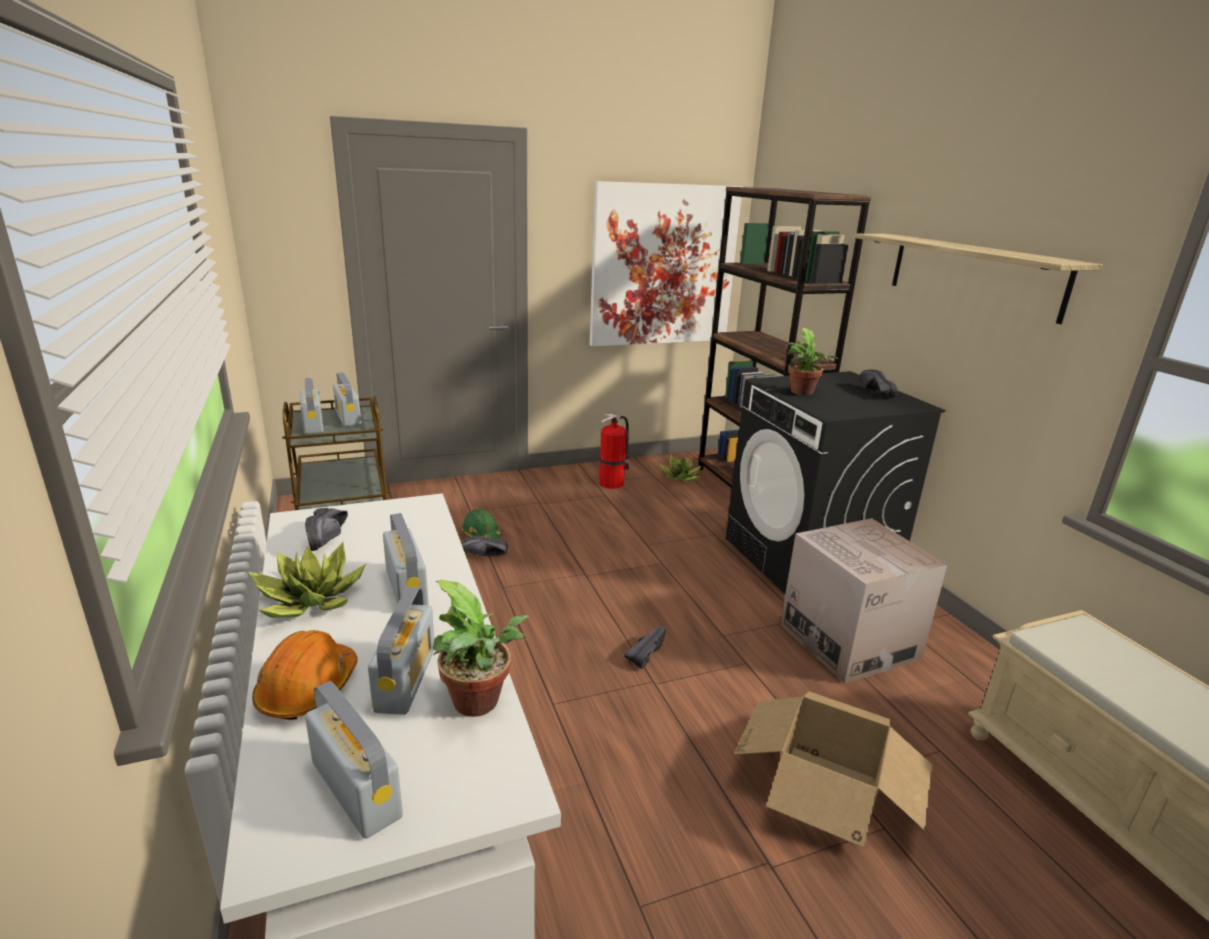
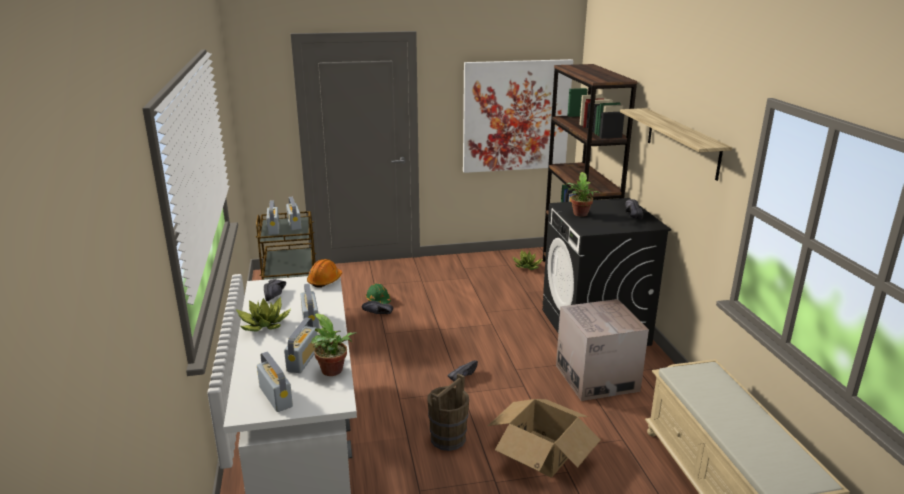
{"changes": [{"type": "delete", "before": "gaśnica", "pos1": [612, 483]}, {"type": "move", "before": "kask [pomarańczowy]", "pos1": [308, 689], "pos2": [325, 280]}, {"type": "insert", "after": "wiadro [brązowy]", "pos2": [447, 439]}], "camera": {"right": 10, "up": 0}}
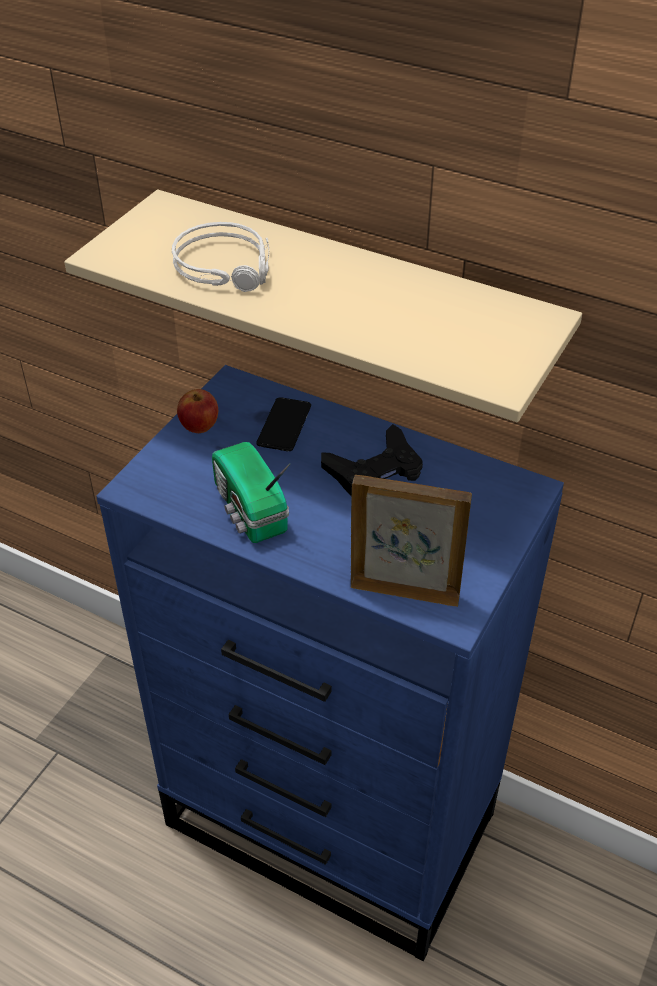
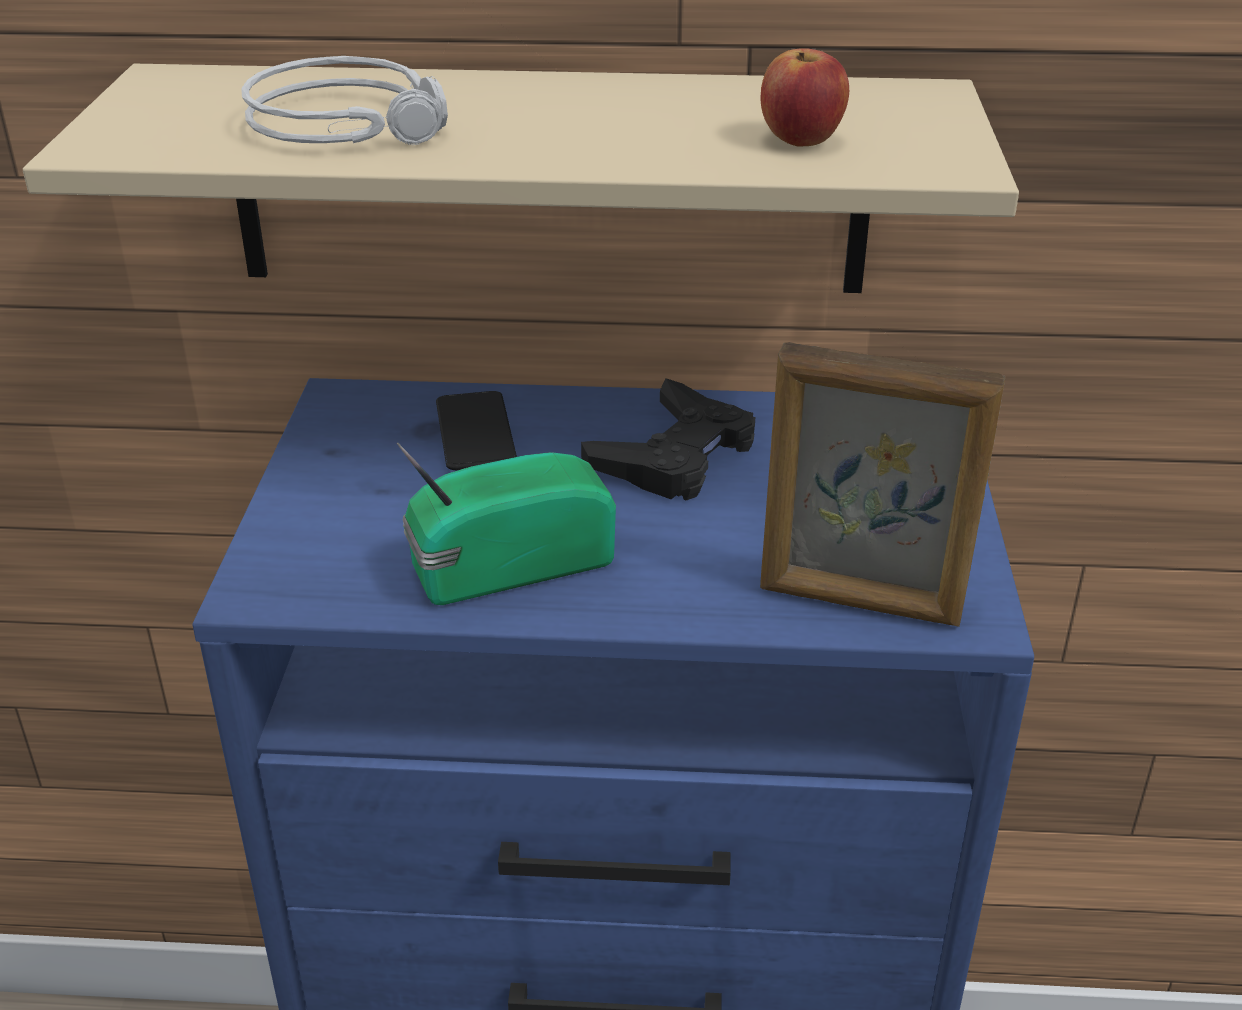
{"changes": [{"type": "move", "before": "jabłko", "pos1": [200, 427], "pos2": [801, 140]}, {"type": "rotate", "before": "radio", "pos1": [249, 511], "pos2": [505, 565], "turn": 120}, {"type": "rotate", "before": "ramka na zdjęcie", "pos1": [404, 590], "pos2": [860, 603], "turn": -150}], "camera": {"right": -25, "up": -10}}
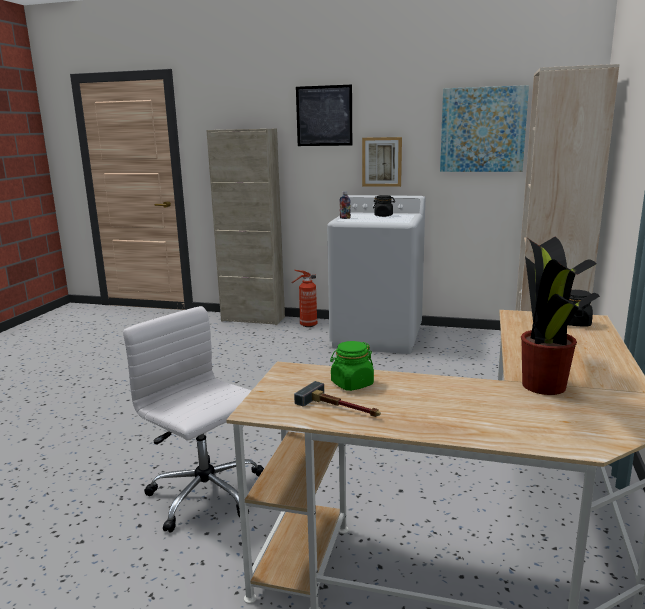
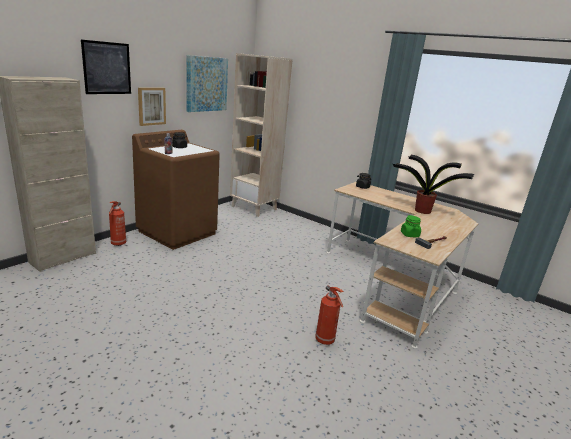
{"changes": [{"type": "recolor", "before": "pralka [biały]", "after": "pralka [brązowy]", "pos1": [378, 337], "pos2": [178, 232]}, {"type": "replace", "before": "krzesło biurowe [biały]", "after": "gaśnica", "pos1": [207, 495], "pos2": [325, 341]}], "camera": {"right": -70, "up": 5}}
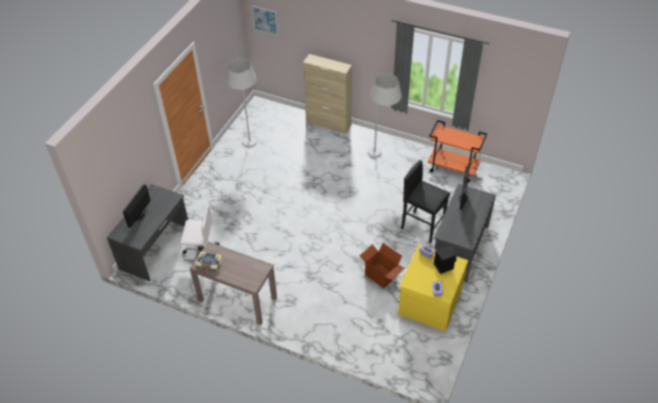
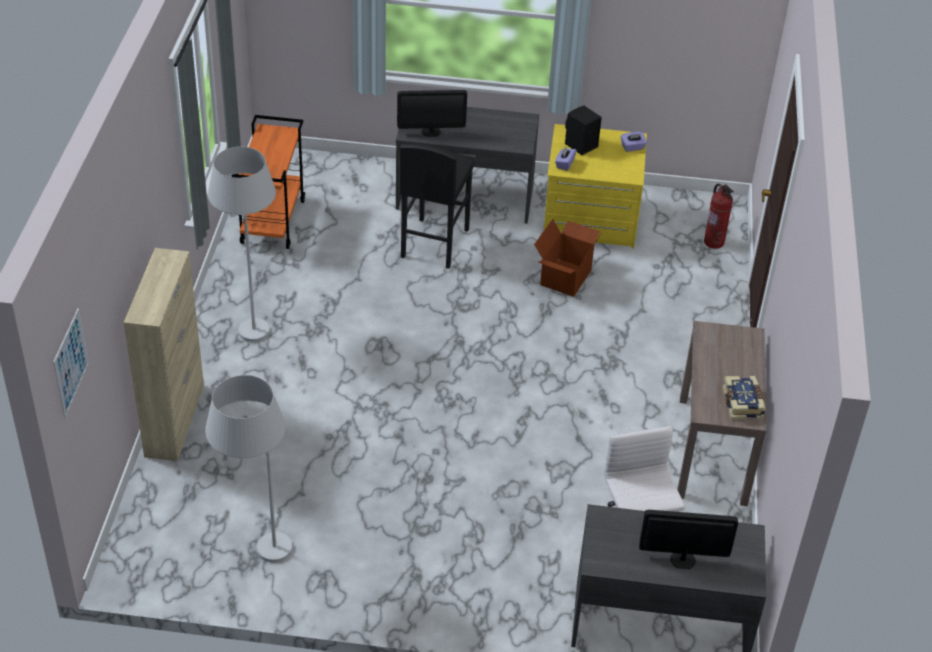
{"changes": [{"type": "insert", "after": "gaśnica", "pos2": [714, 242]}], "camera": {"right": -110, "up": -5}}
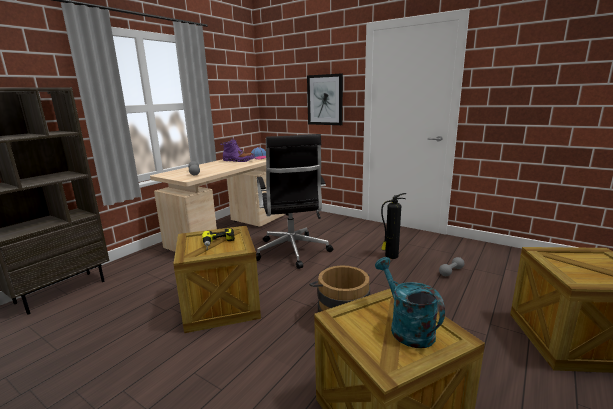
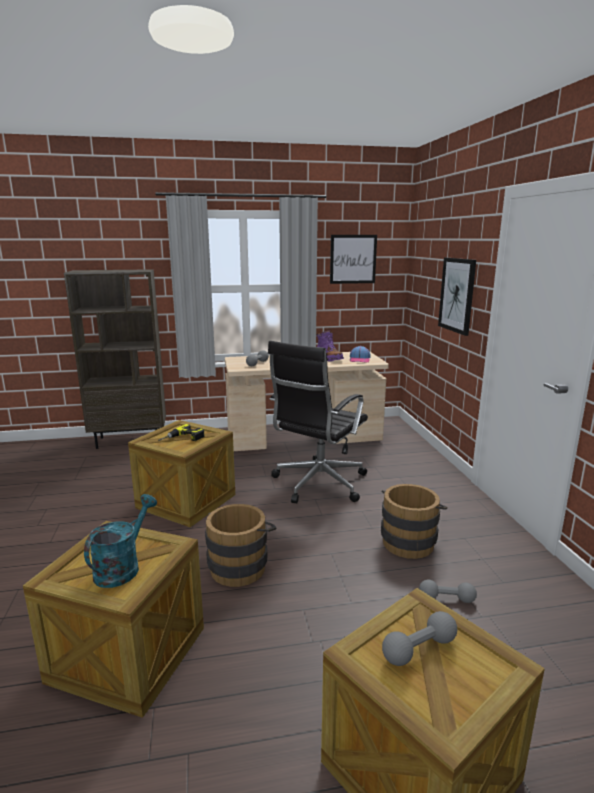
{"changes": [{"type": "replace", "before": "gaśnica", "after": "wiadro [brązowy]", "pos1": [390, 256], "pos2": [409, 540]}, {"type": "insert", "after": "obraz", "pos2": [353, 259]}, {"type": "insert", "after": "hantel [szary]", "pos2": [419, 649]}], "camera": {"right": 45, "up": 0}}
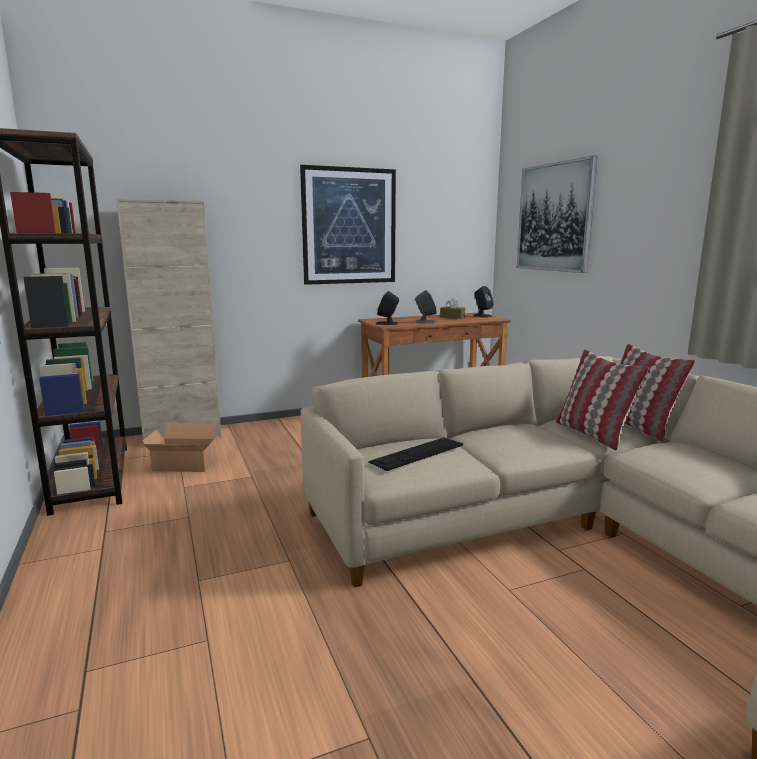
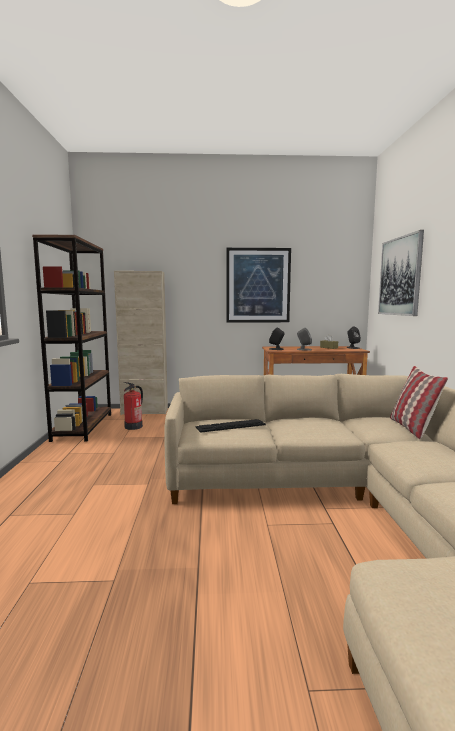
{"changes": [{"type": "delete", "before": "poduszka", "pos1": [593, 434]}, {"type": "replace", "before": "karton", "after": "gaśnica", "pos1": [185, 465], "pos2": [134, 426]}], "camera": {"right": 20, "up": -5}}
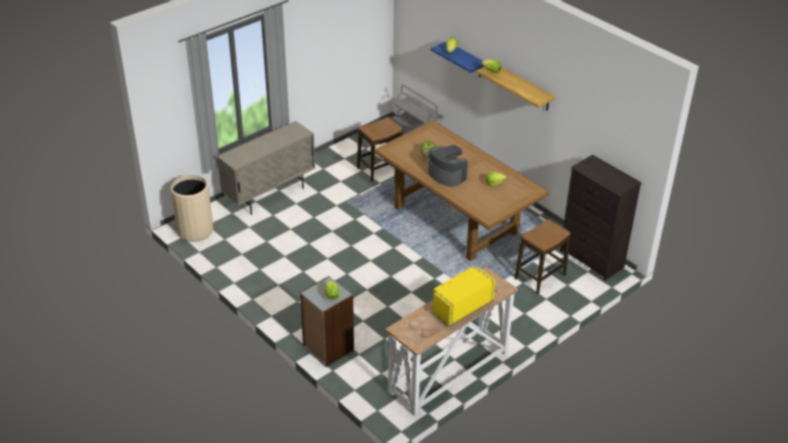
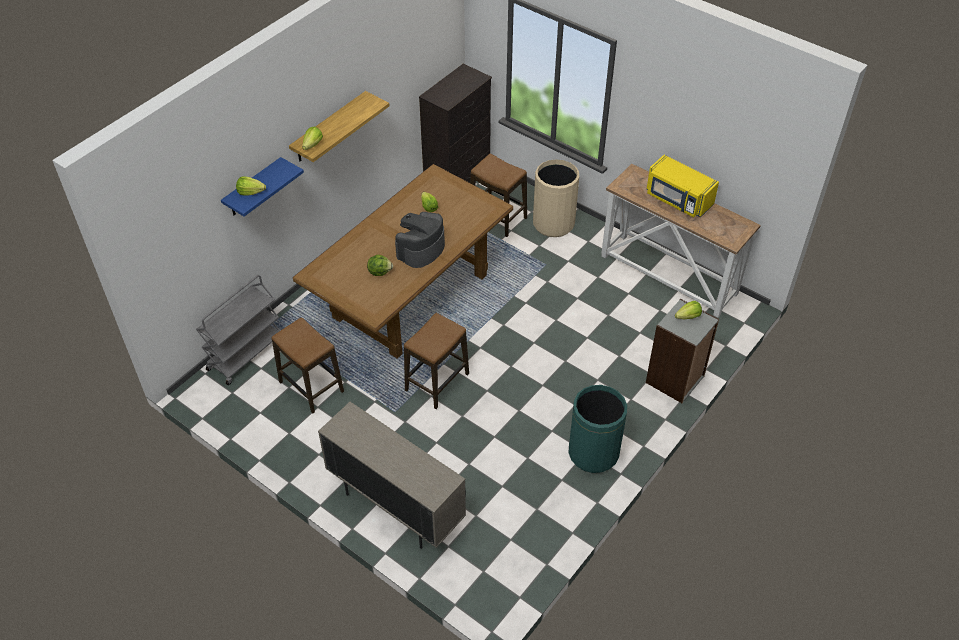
{"changes": [{"type": "move", "before": "kosz na śmieci [beżowy]", "pos1": [195, 231], "pos2": [553, 223]}, {"type": "insert", "after": "stołek", "pos2": [437, 382]}, {"type": "insert", "after": "kosz na śmieci [zielony]", "pos2": [593, 453]}], "camera": {"right": -100, "up": 10}}
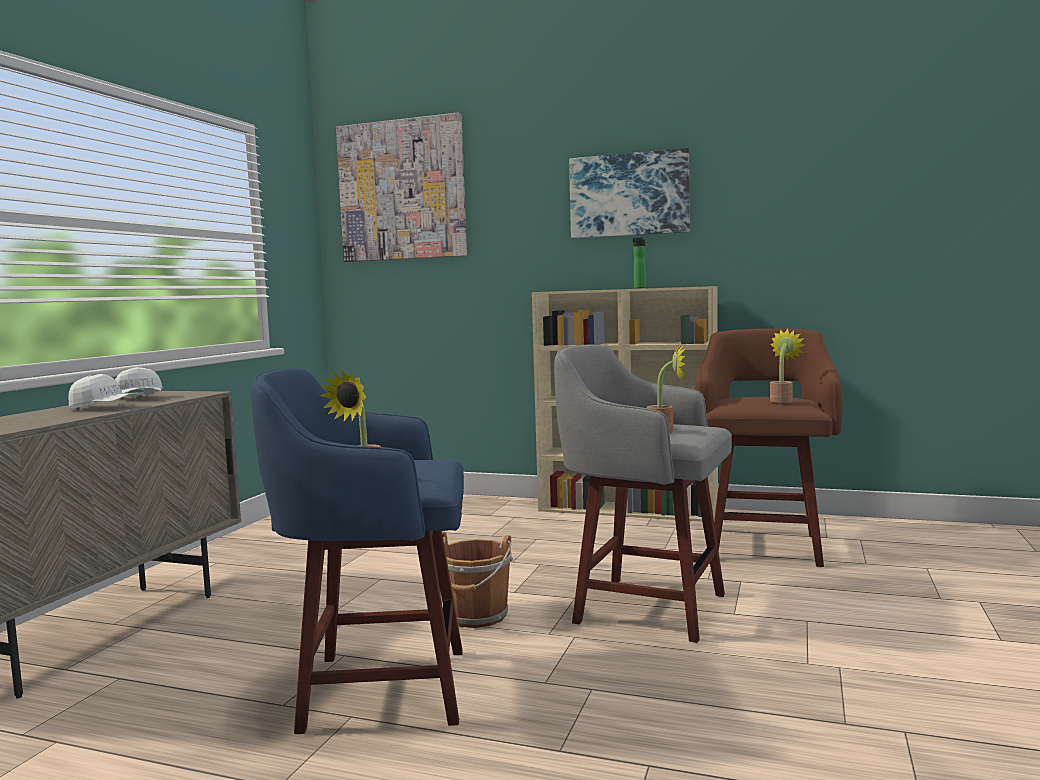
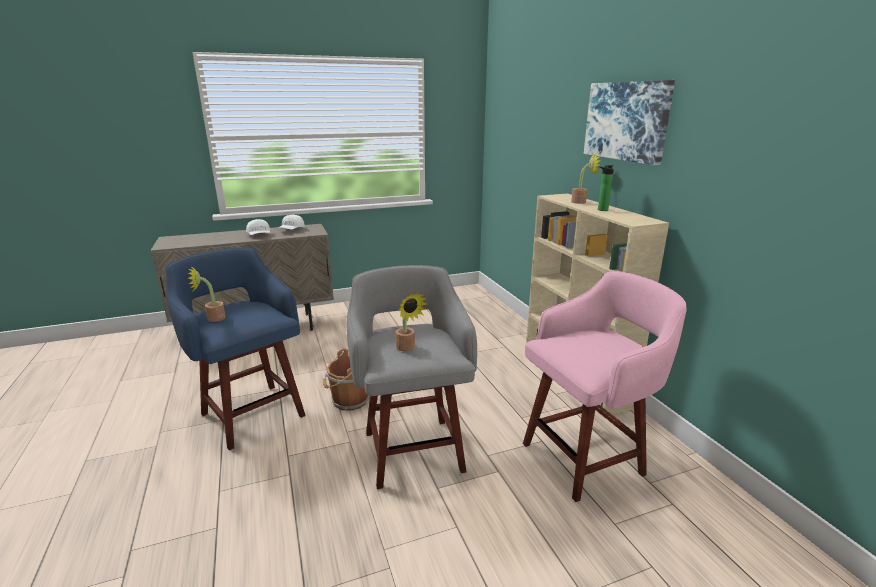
{"changes": [{"type": "delete", "before": "obraz", "pos1": [402, 190]}, {"type": "recolor", "before": "stołek [brązowy]", "after": "stołek [różowy]", "pos1": [765, 545], "pos2": [585, 457]}, {"type": "move", "before": "roślina doniczkowa", "pos1": [782, 400], "pos2": [581, 202]}], "camera": {"right": 50, "up": 15}}
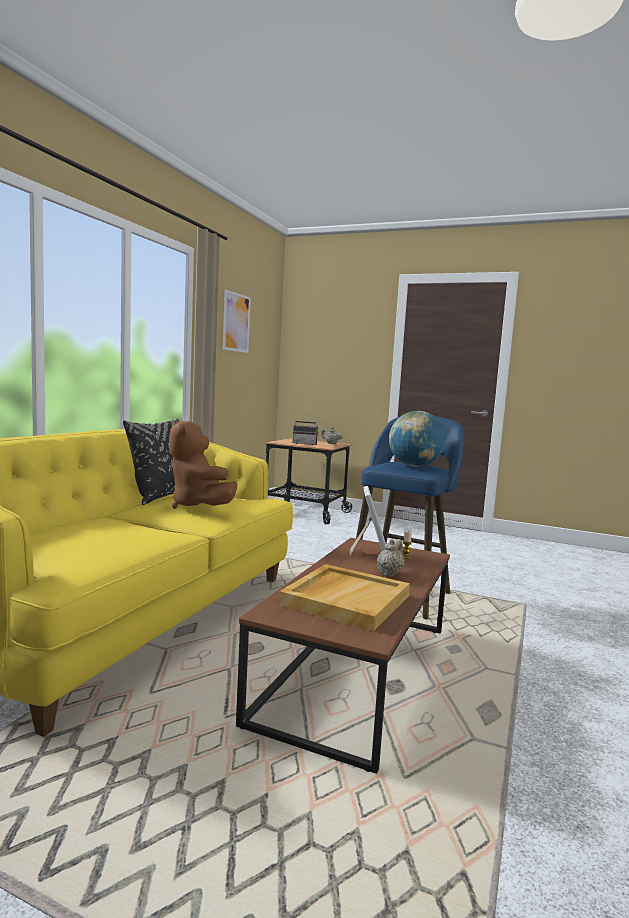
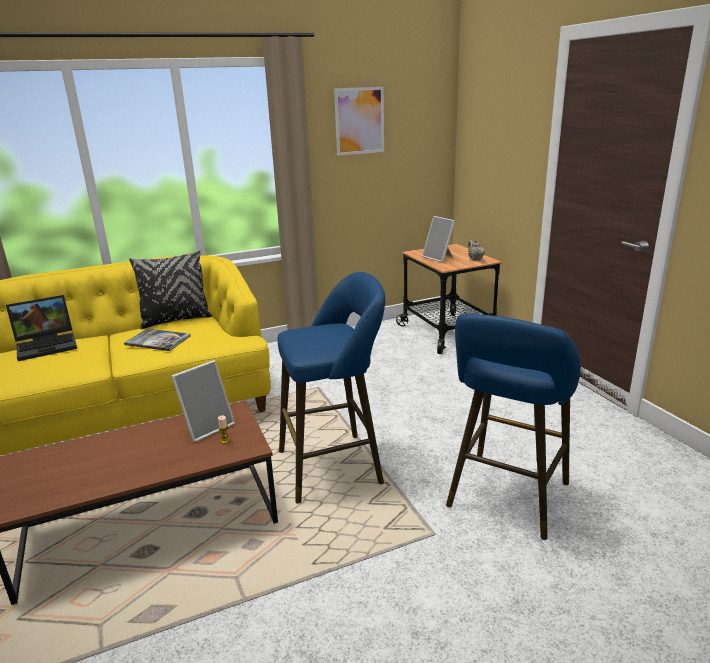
{"changes": [{"type": "delete", "before": "globus", "pos1": [414, 466]}, {"type": "replace", "before": "radio", "after": "ramka na zdjęcie", "pos1": [305, 444], "pos2": [439, 258]}, {"type": "replace", "before": "pluszak [brązowy]", "after": "książka", "pos1": [199, 506], "pos2": [158, 340]}, {"type": "delete", "before": "imbryk [beżowy]", "pos1": [390, 573]}, {"type": "delete", "before": "taca [beżowy]", "pos1": [345, 599]}, {"type": "insert", "after": "laptop", "pos2": [48, 345]}, {"type": "insert", "after": "stołek [niebieski]", "pos2": [506, 499]}], "camera": {"right": 45, "up": 15}}
